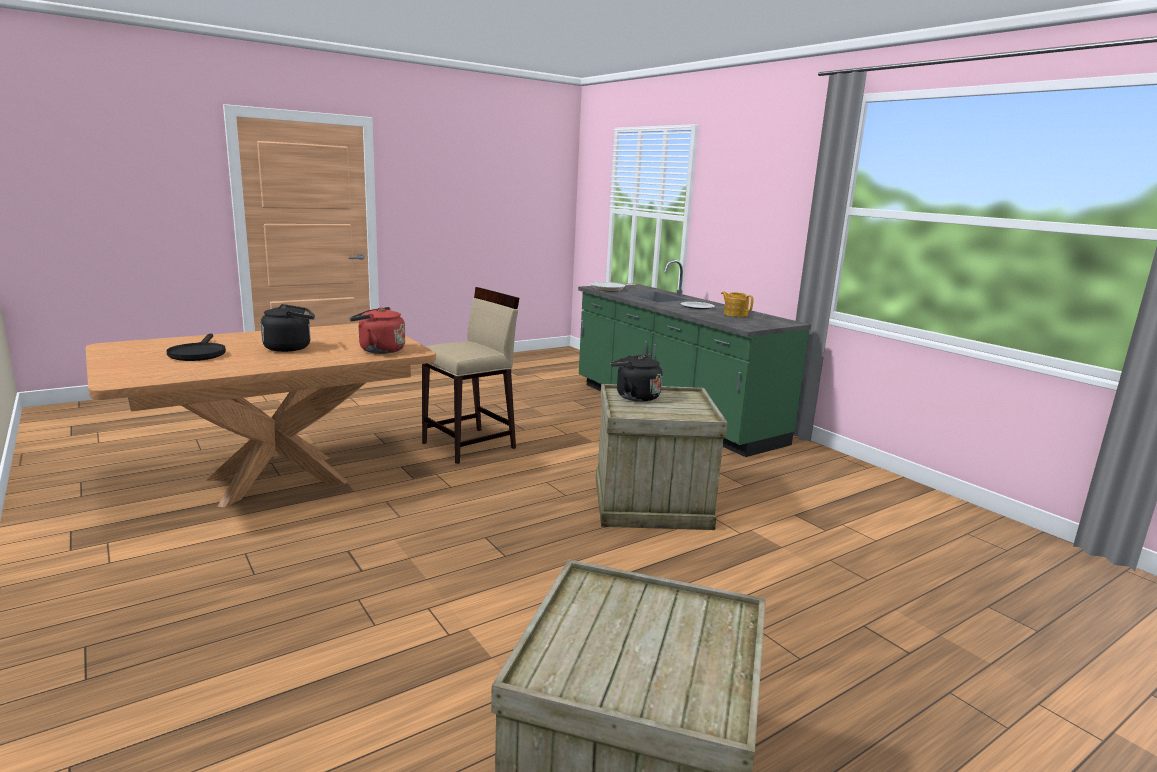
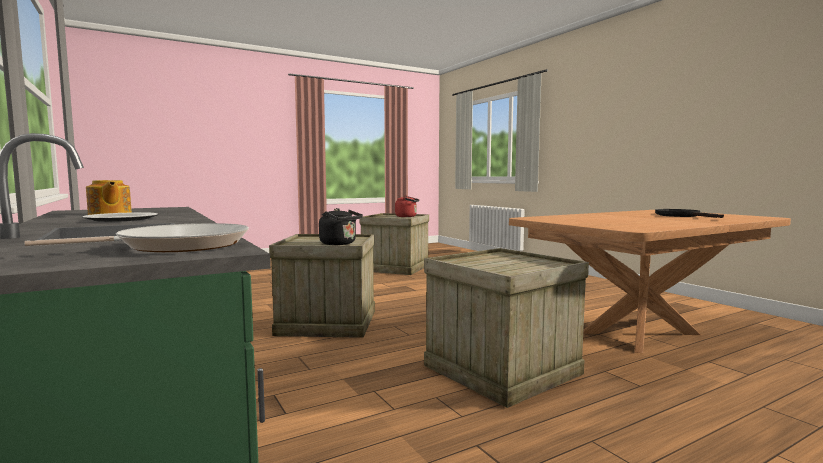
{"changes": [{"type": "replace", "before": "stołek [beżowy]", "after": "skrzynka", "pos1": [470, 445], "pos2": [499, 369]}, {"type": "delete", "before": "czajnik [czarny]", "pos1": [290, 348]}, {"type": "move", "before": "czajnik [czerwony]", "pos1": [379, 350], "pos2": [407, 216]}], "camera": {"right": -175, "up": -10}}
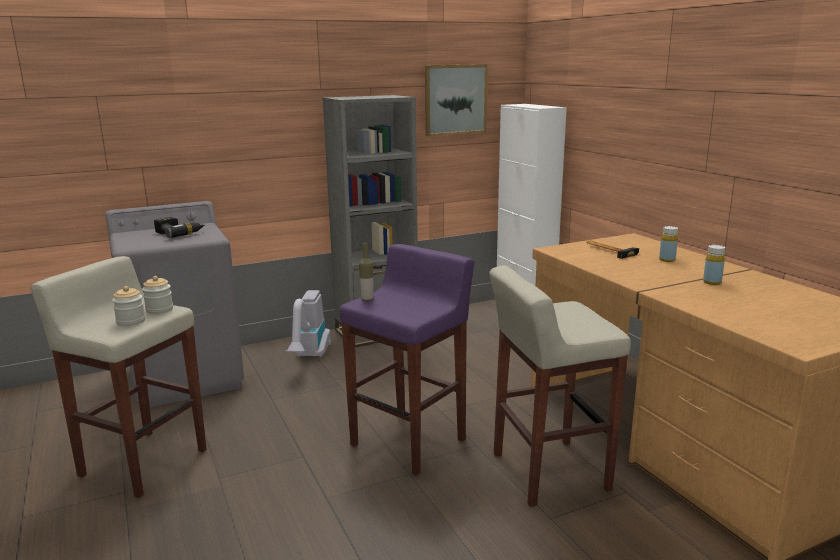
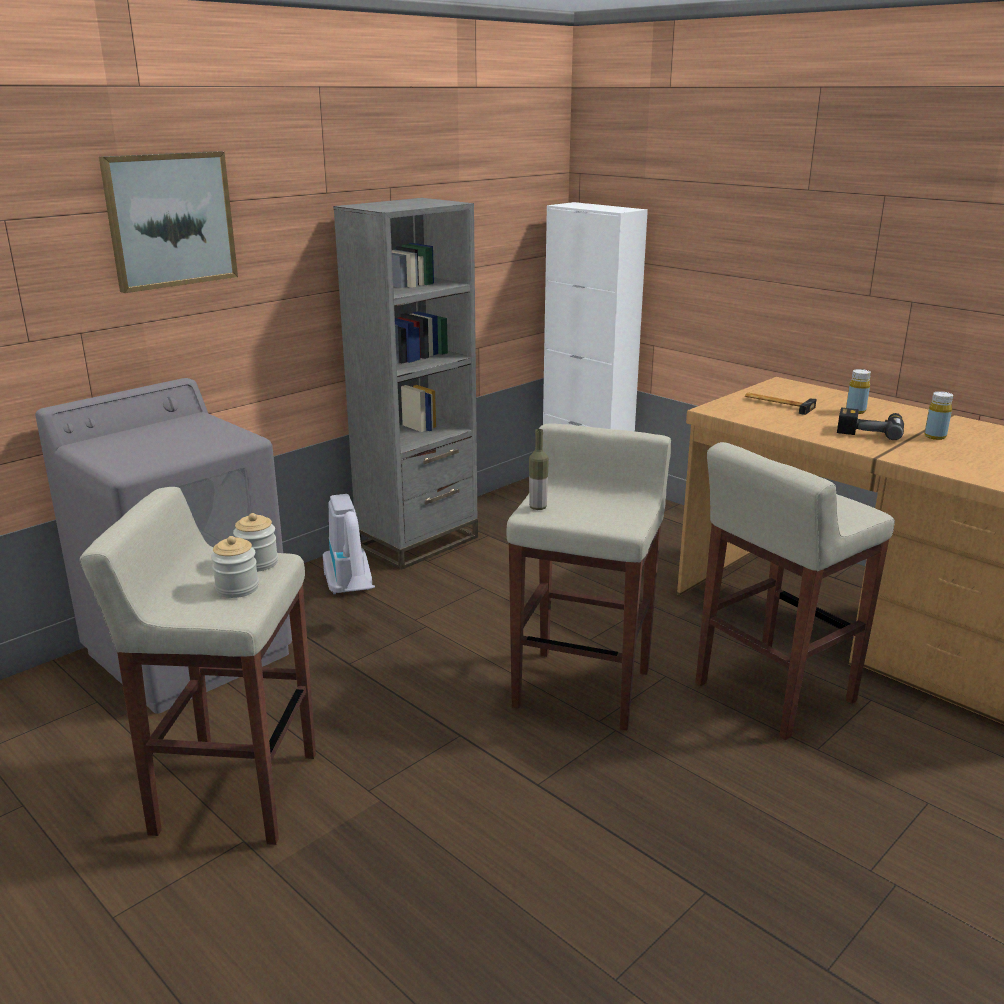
{"changes": [{"type": "move", "before": "obraz", "pos1": [455, 100], "pos2": [170, 220]}, {"type": "move", "before": "wiertarka", "pos1": [179, 233], "pos2": [869, 431]}, {"type": "recolor", "before": "stołek [fioletowy]", "after": "stołek [beżowy]", "pos1": [410, 442], "pos2": [583, 687]}], "camera": {"right": -20, "up": 5}}
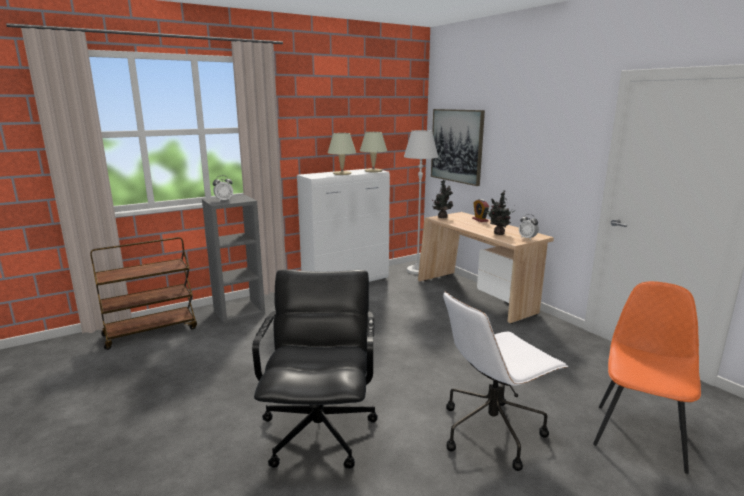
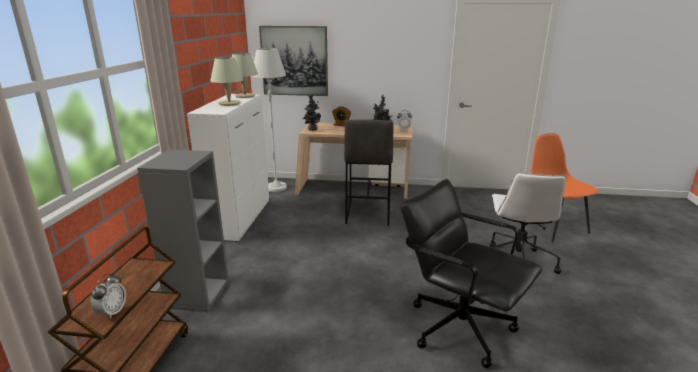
{"changes": [{"type": "move", "before": "budzik", "pos1": [224, 200], "pos2": [112, 312]}, {"type": "insert", "after": "stołek [szary]", "pos2": [367, 213]}], "camera": {"right": -50, "up": 5}}
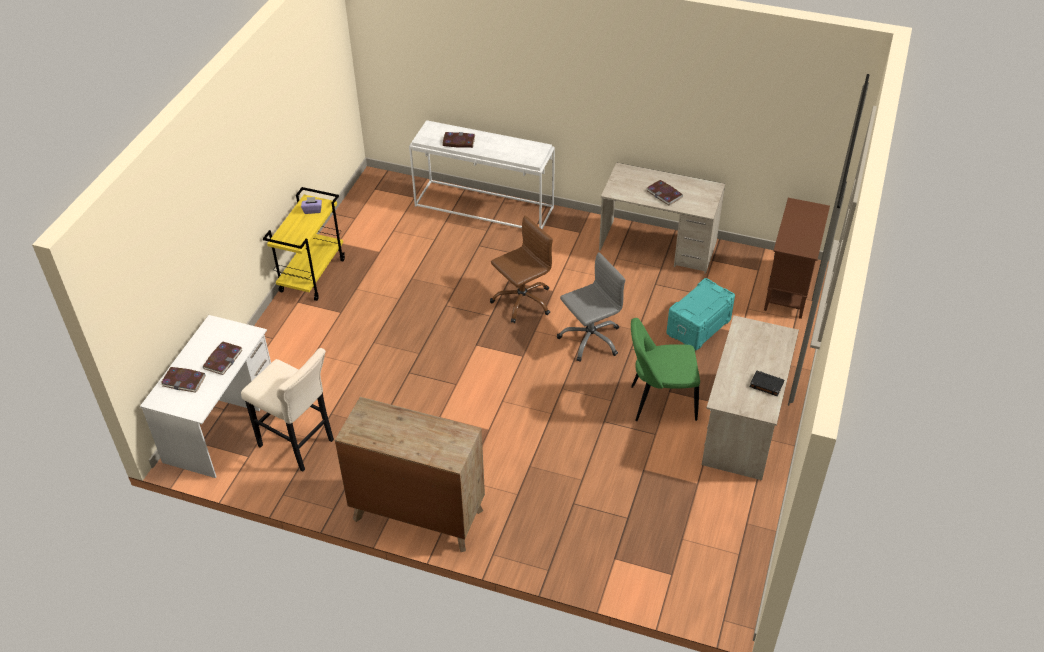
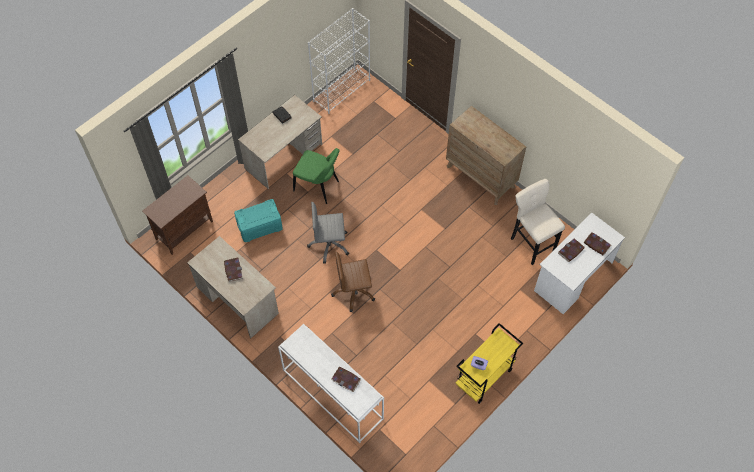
{"changes": [{"type": "insert", "after": "regał [biały]", "pos2": [342, 90]}], "camera": {"right": -155, "up": 15}}
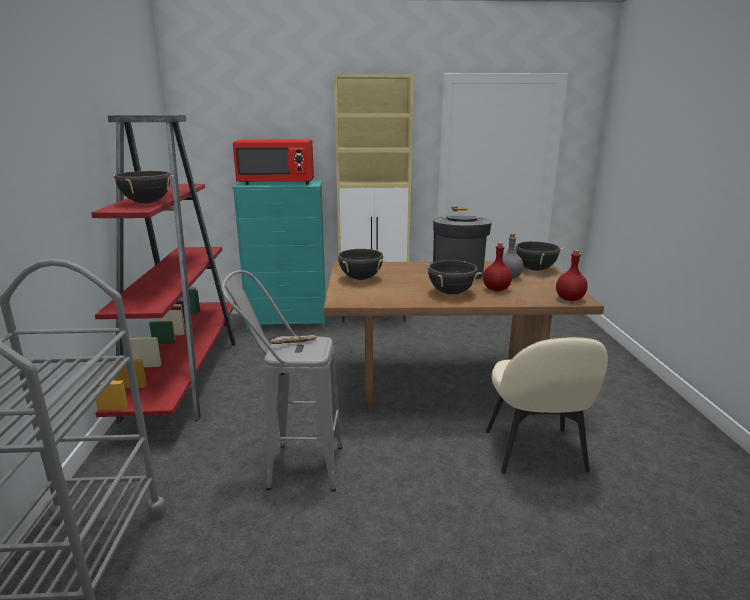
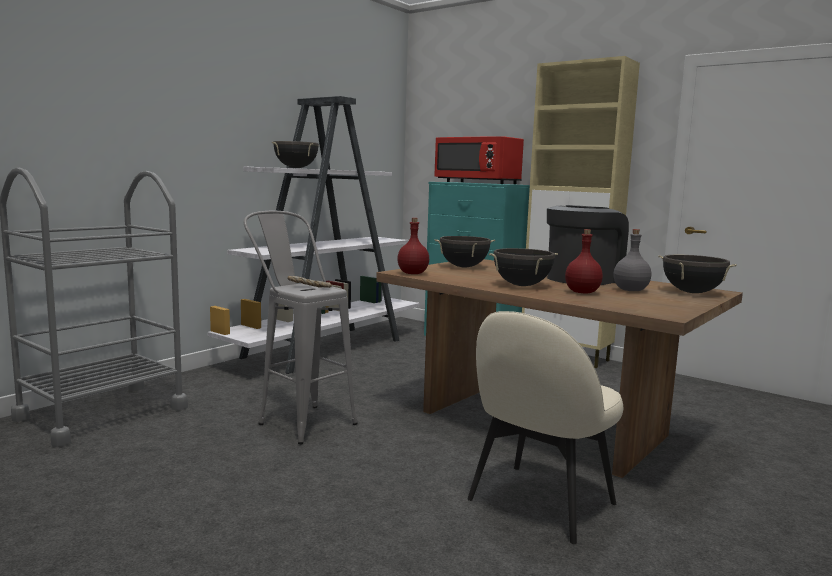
{"changes": [{"type": "recolor", "before": "regał [czerwony]", "after": "regał [biały]", "pos1": [185, 375], "pos2": [326, 348]}, {"type": "move", "before": "butelka [czerwony]", "pos1": [569, 299], "pos2": [413, 273]}], "camera": {"right": 40, "up": -10}}
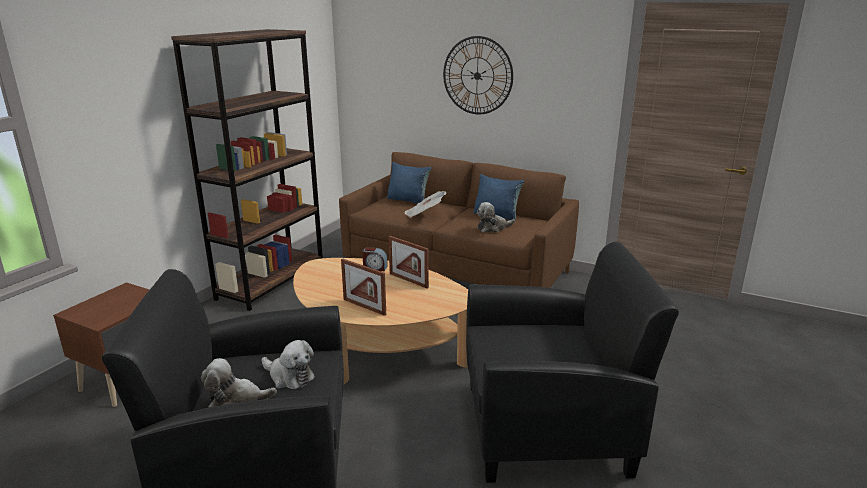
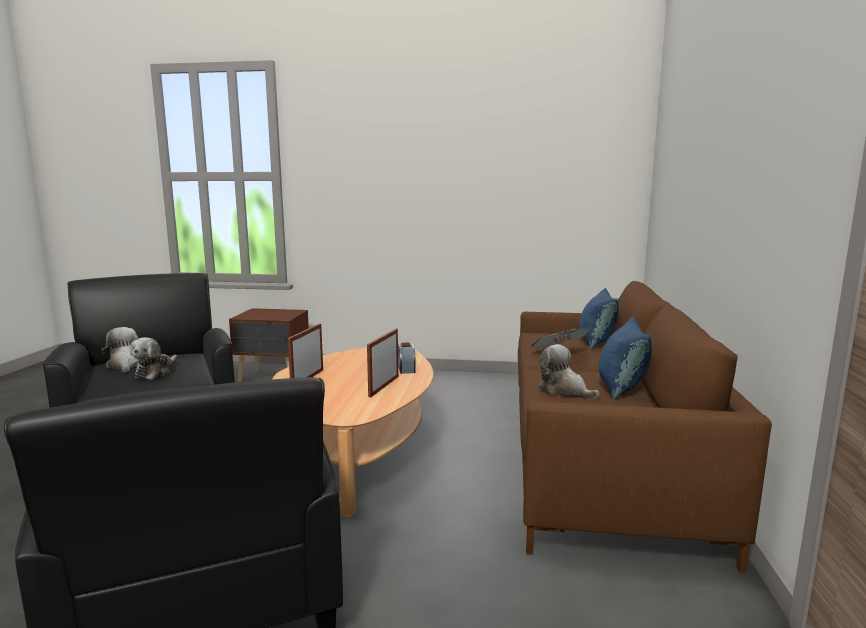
{"changes": [{"type": "delete", "before": "regał [brązowy]", "pos1": [272, 282]}, {"type": "delete", "before": "zegar ścienny", "pos1": [477, 76]}], "camera": {"right": 70, "up": -10}}
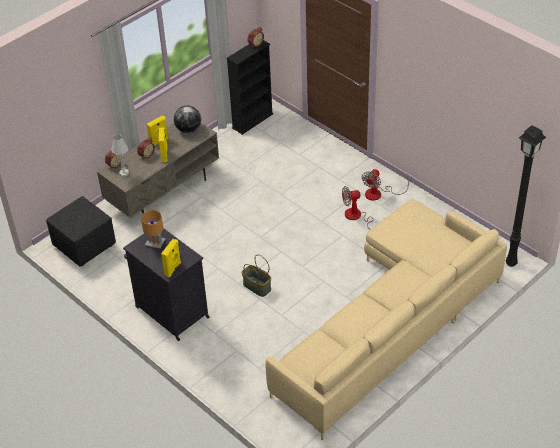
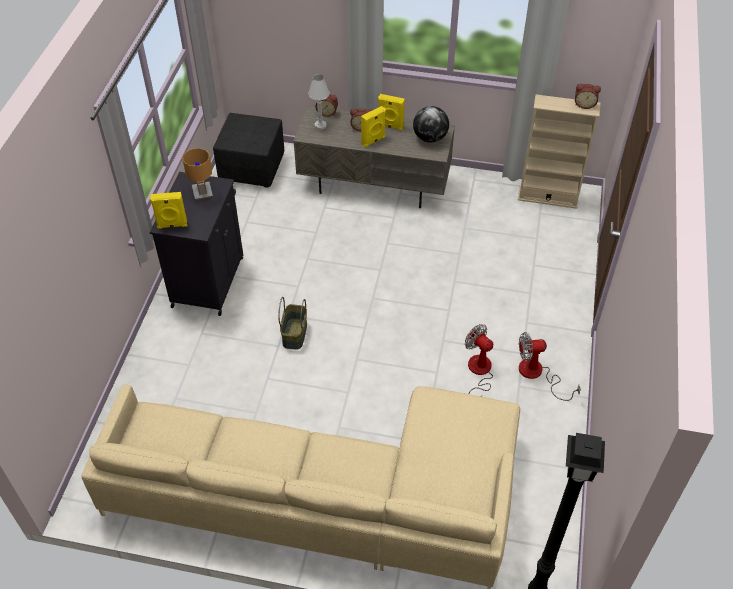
{"changes": [{"type": "recolor", "before": "regał [czarny]", "after": "regał [beżowy]", "pos1": [252, 121], "pos2": [548, 197]}], "camera": {"right": 55, "up": 5}}
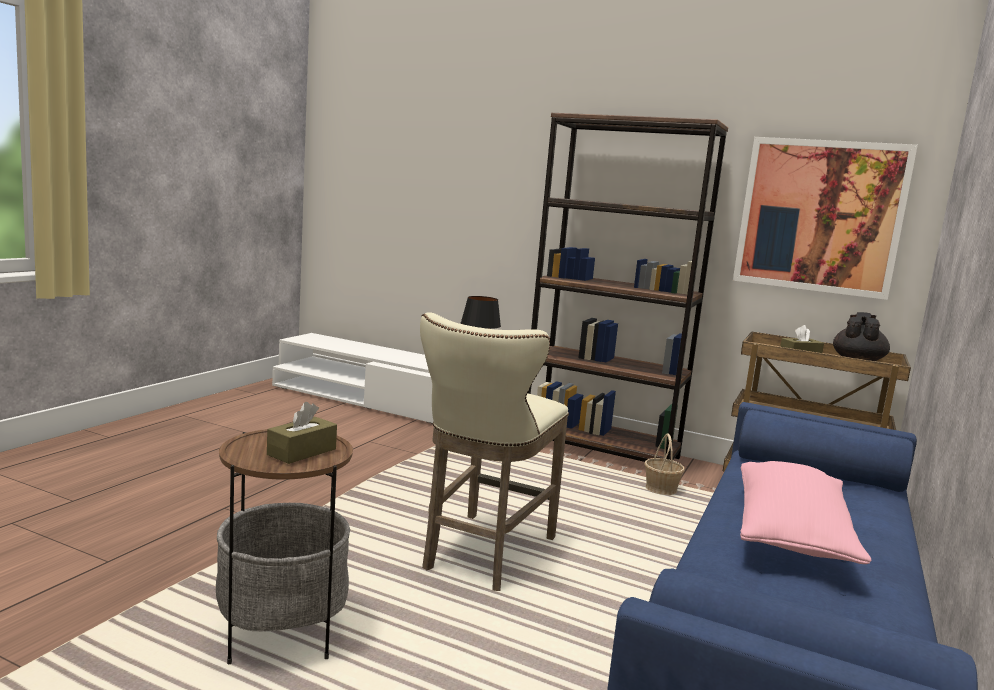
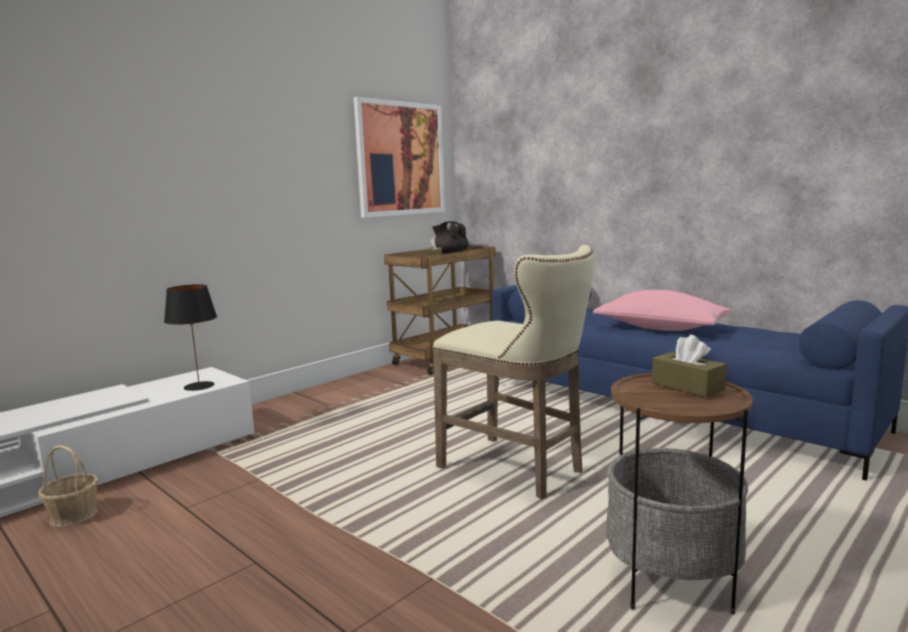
{"changes": [{"type": "delete", "before": "regał [brązowy]", "pos1": [600, 450]}, {"type": "move", "before": "koszyk", "pos1": [661, 489], "pos2": [74, 515]}], "camera": {"right": -70, "up": 0}}
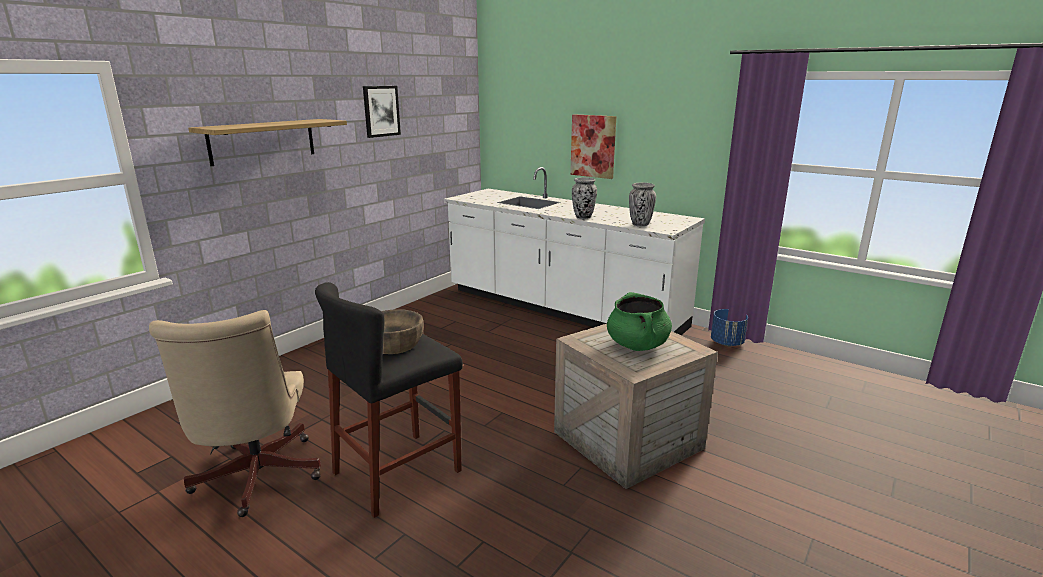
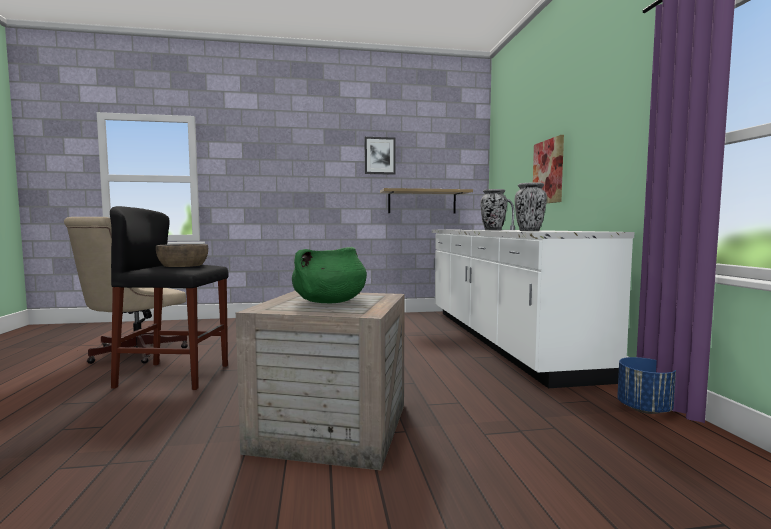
{"changes": [{"type": "move", "before": "półka", "pos1": [263, 141], "pos2": [422, 202]}], "camera": {"right": 45, "up": -15}}
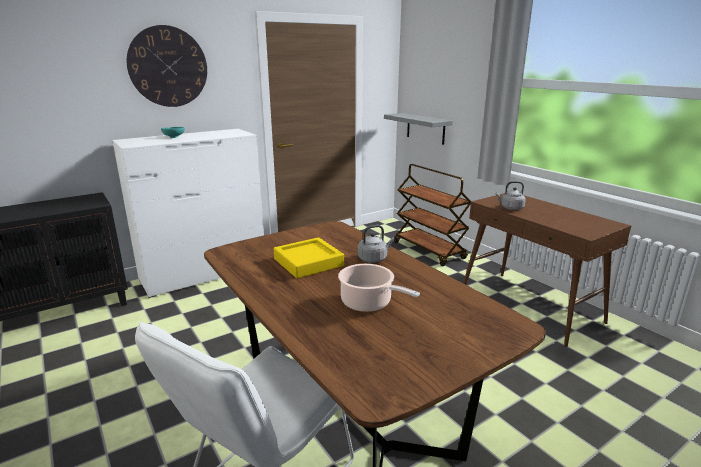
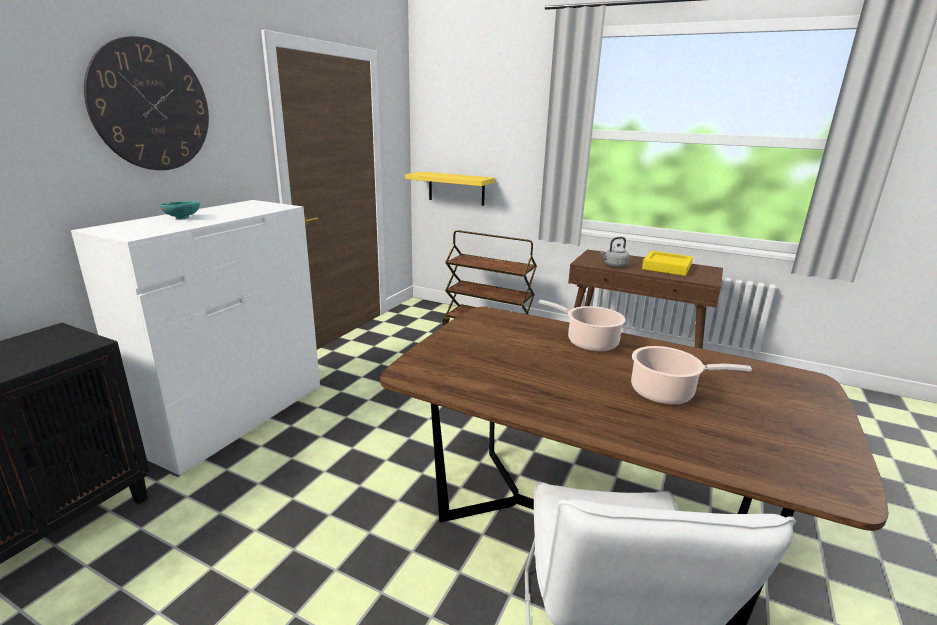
{"changes": [{"type": "recolor", "before": "półka [szary]", "after": "półka [żółty]", "pos1": [425, 128], "pos2": [456, 188]}, {"type": "replace", "before": "czajnik [szary]", "after": "garnek", "pos1": [374, 259], "pos2": [588, 342]}, {"type": "move", "before": "taca [żółty]", "pos1": [308, 262], "pos2": [666, 267]}], "camera": {"right": -30, "up": 0}}
